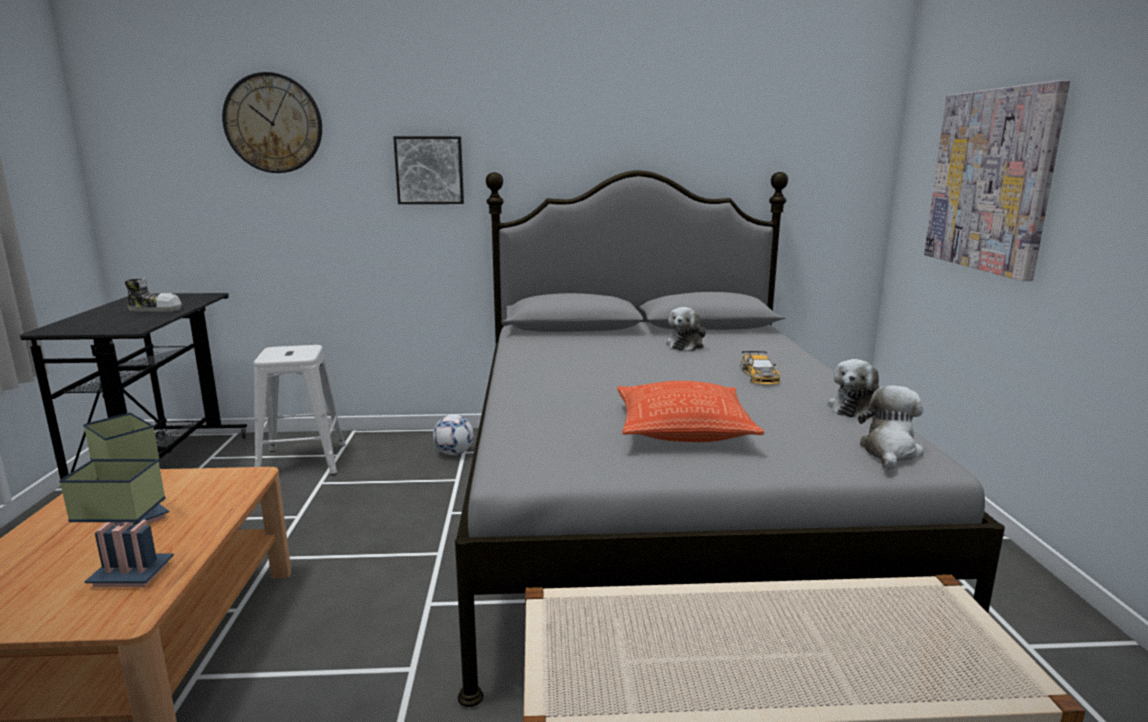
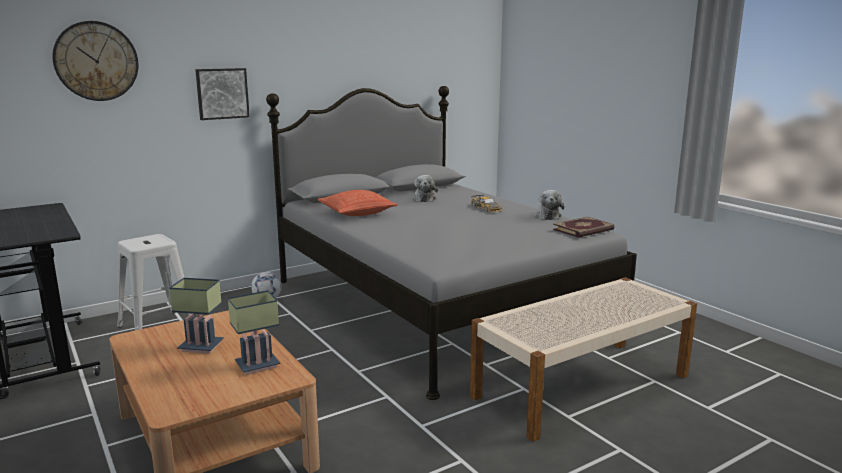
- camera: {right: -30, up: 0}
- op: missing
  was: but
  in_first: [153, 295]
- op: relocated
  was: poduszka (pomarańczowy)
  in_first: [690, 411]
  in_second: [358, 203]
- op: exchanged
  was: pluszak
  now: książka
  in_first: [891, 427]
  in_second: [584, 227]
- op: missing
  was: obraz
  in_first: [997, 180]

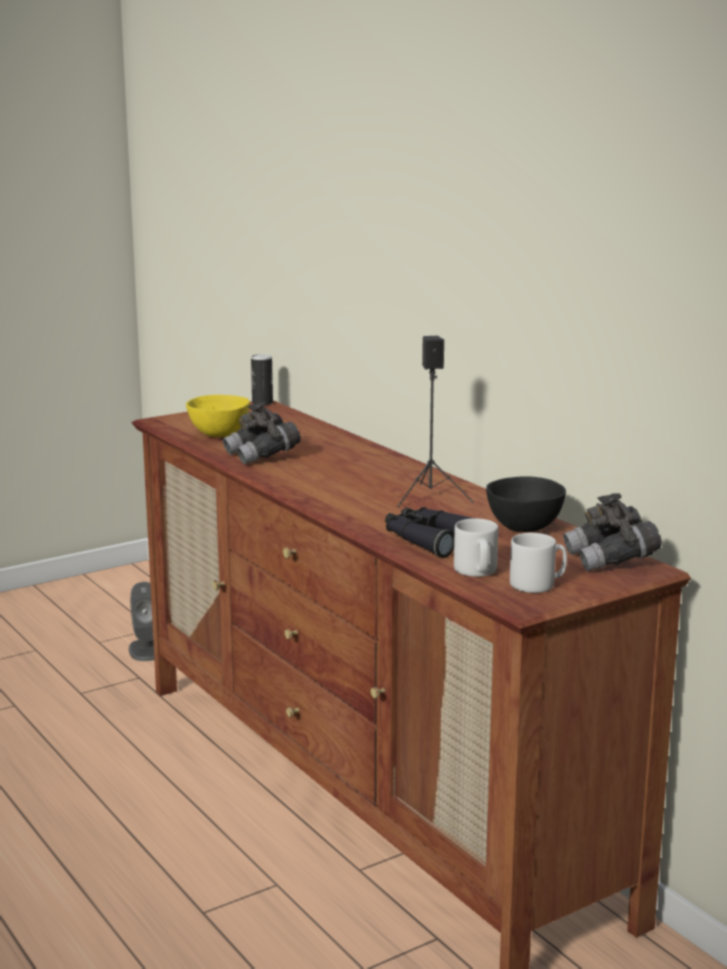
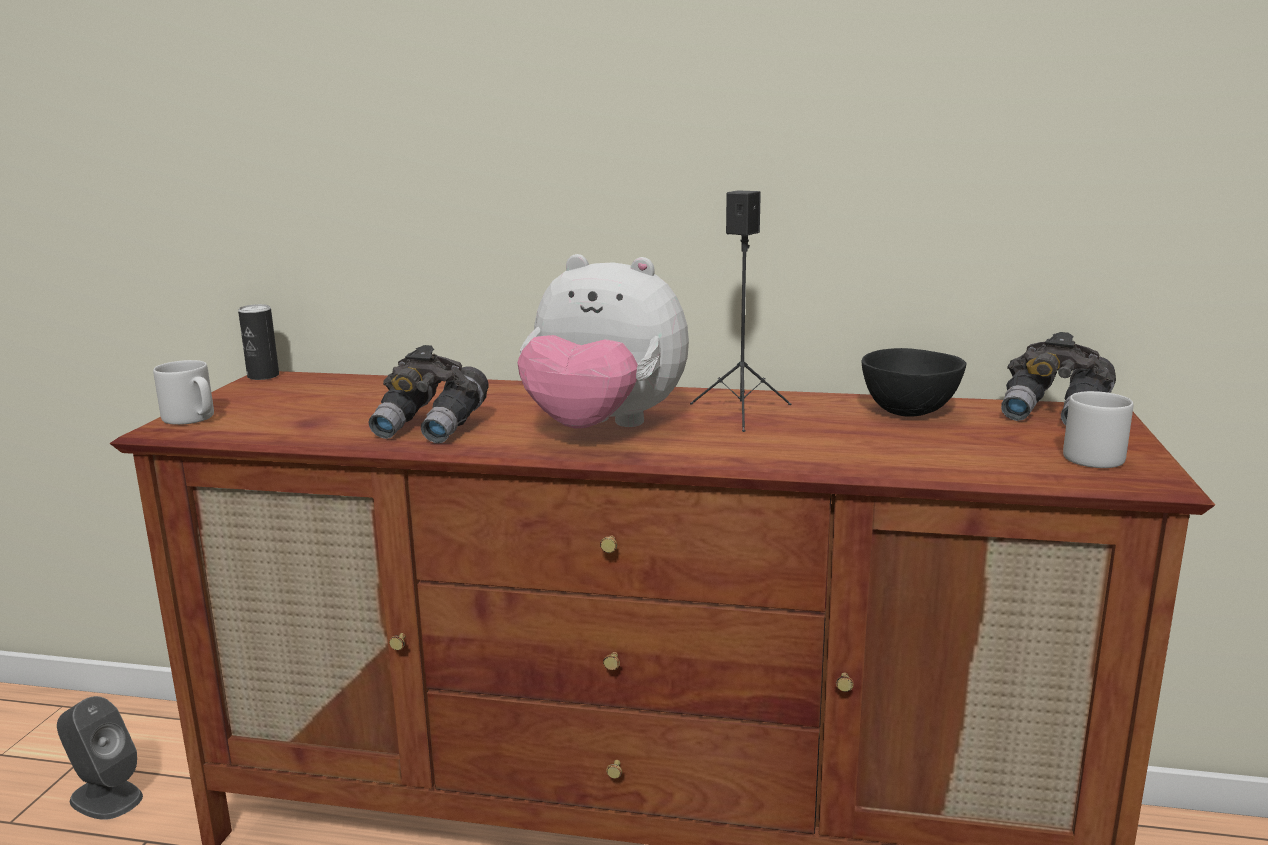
- camera: {right: -45, up: 0}
- op: missing
  was: miska (żółty)
  in_first: [218, 416]
- op: missing
  was: lornetka (czarny)
  in_first: [432, 532]
- op: relocated
  was: kubek (szary)
  in_first: [476, 548]
  in_second: [183, 392]
- op: appeared
  now: pluszak
  in_second: [603, 341]

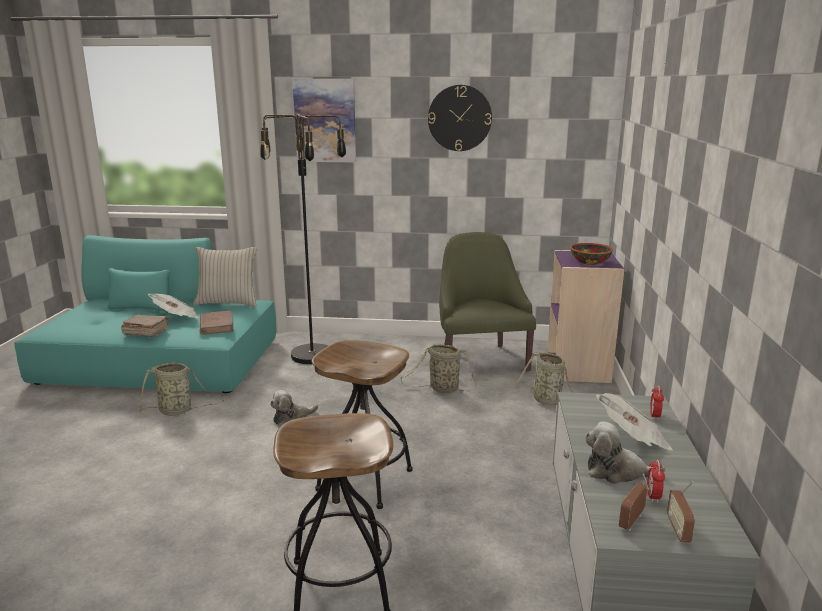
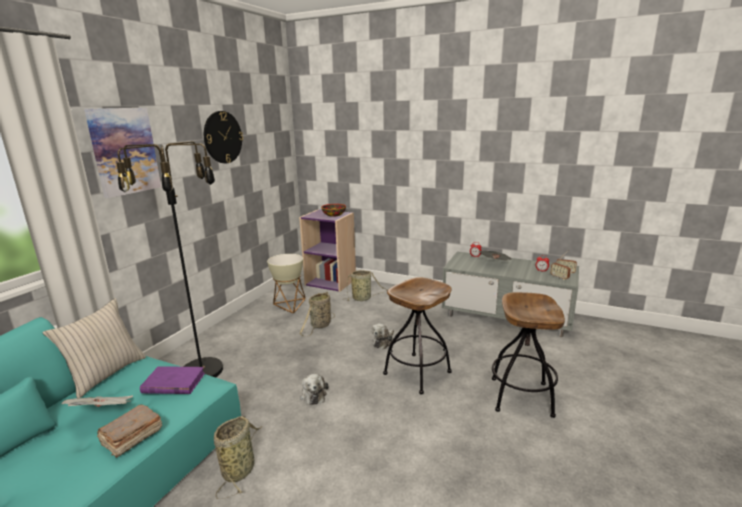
- camera: {right: -70, up: 0}
- op: colour
  was: książka (brązowy)
  now: książka (fioletowy)
  in_first: [217, 323]
  in_second: [172, 380]
- op: exchanged
  was: fotel (zielony)
  now: donica
  in_first: [487, 301]
  in_second: [286, 283]
- op: relocated
  was: pluszak
  in_first: [625, 452]
  in_second: [382, 336]

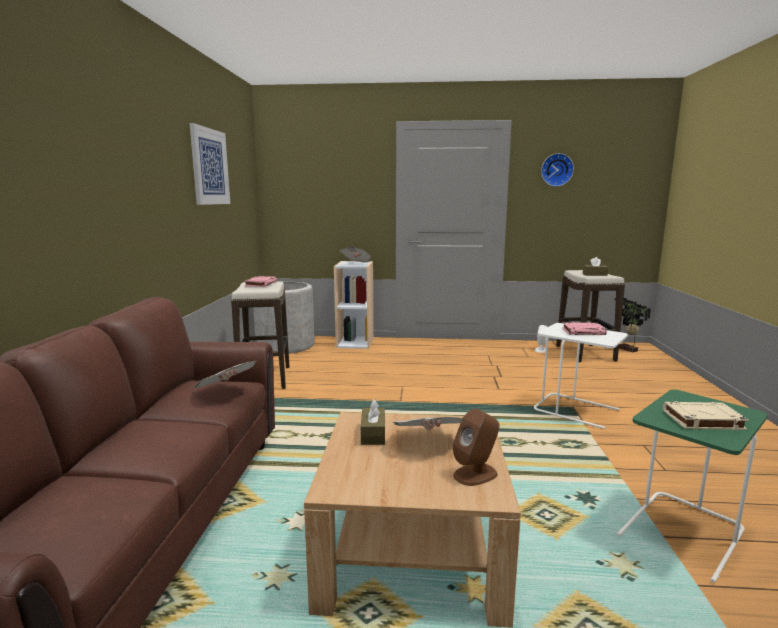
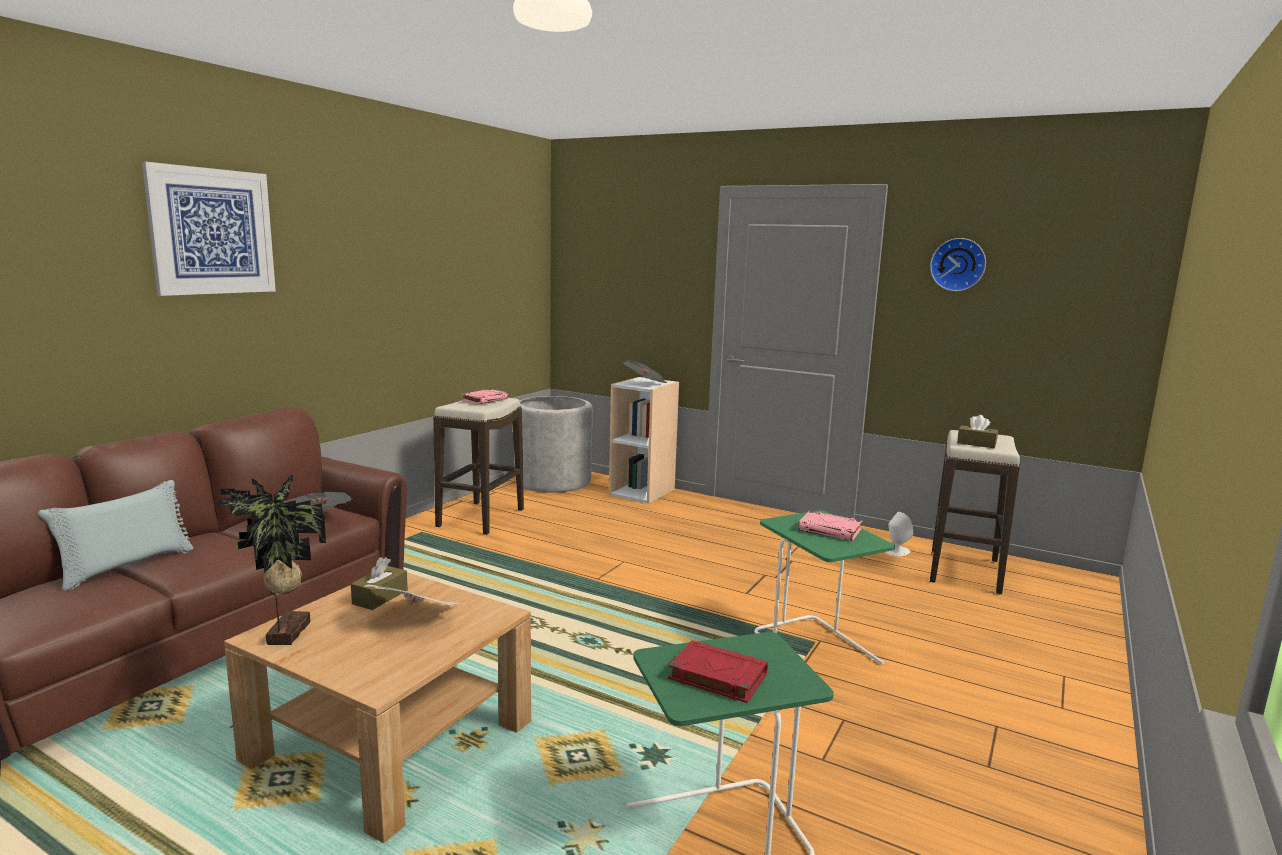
- camera: {right: 25, up: 0}
- op: relocated
  was: obraz
  in_first: [209, 164]
  in_second: [209, 229]
- op: missing
  was: głośnik (brązowy)
  in_first: [476, 447]
- op: colour
  was: stolik (biały)
  now: stolik (zielony)
  in_first: [581, 376]
  in_second: [824, 587]
- op: relocated
  was: roślina doniczkowa
  in_first: [633, 325]
  in_second: [271, 560]
- op: colour
  was: książka (beżowy)
  now: książka (czerwony)
  in_first: [706, 415]
  in_second: [718, 671]
- op: appeared
  now: poduszka (niebieski)
  in_second: [115, 535]

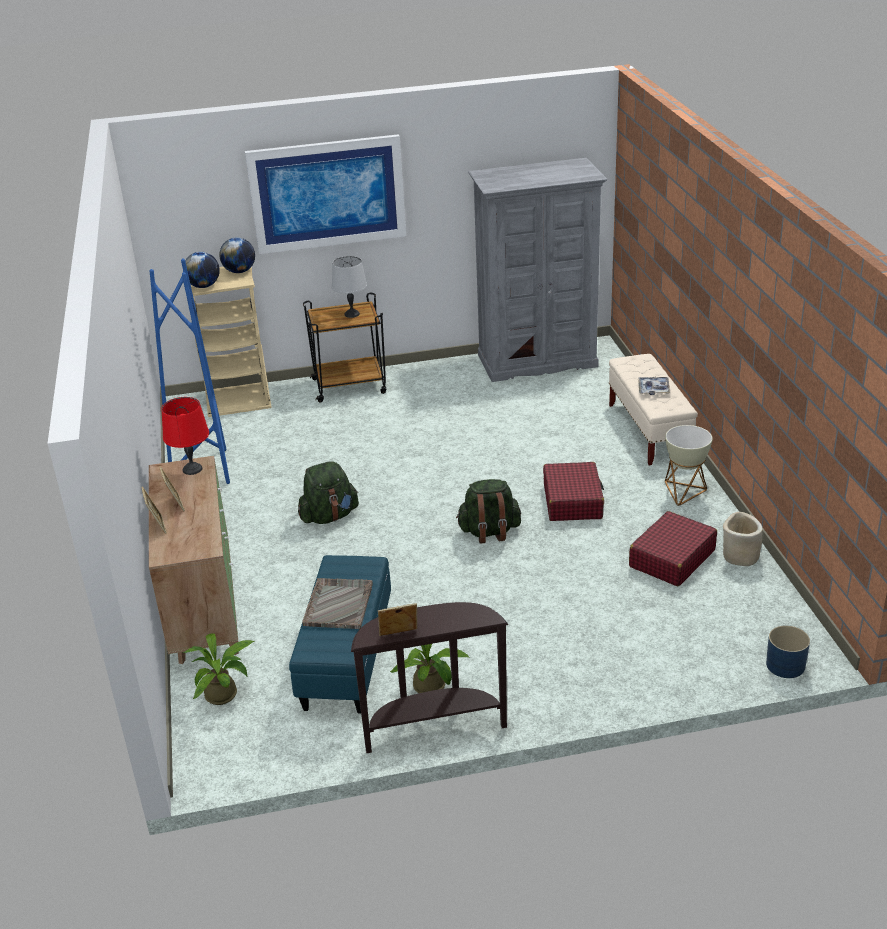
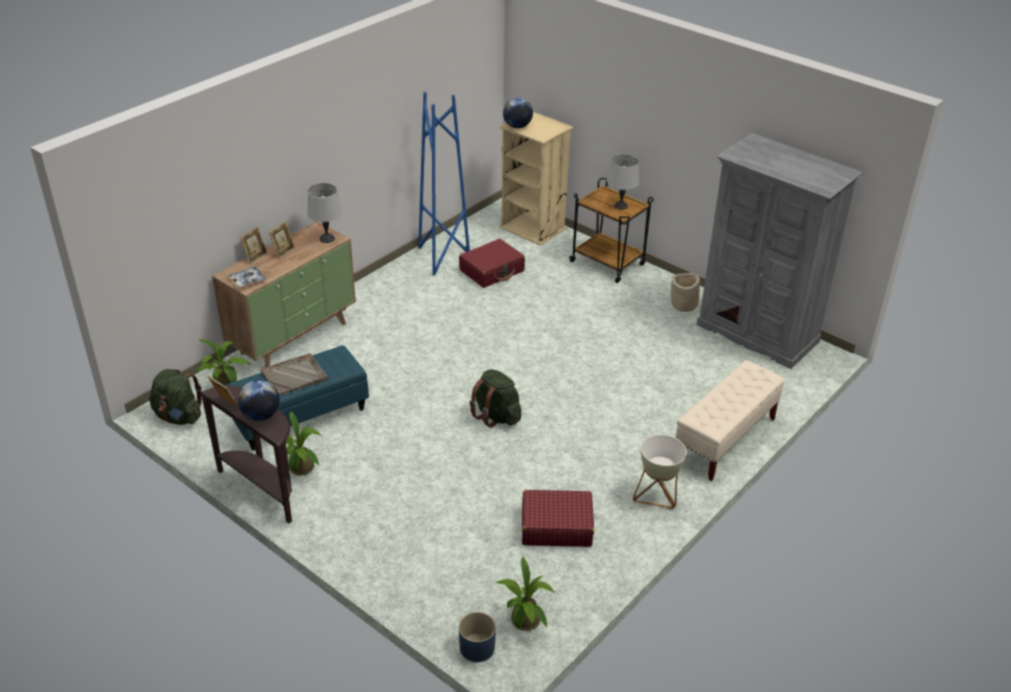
- camera: {right: 50, up: 5}
- op: colour
  was: lampa stołowa (czerwony)
  now: lampa stołowa (szary)
  in_first: [185, 436]
  in_second: [324, 213]
- op: relocated
  was: globus
  in_first: [237, 255]
  in_second: [259, 400]
- op: missing
  was: obraz
  in_first: [325, 194]
- op: relocated
  was: plecak (zielony)
  in_first: [328, 492]
  in_second: [175, 397]
- op: relocated
  was: walizka (czerwony)
  in_first: [573, 491]
  in_second: [492, 263]
- op: relocated
  was: taca
  in_first: [654, 386]
  in_second: [247, 277]
- op: relocated
  was: donica (beżowy)
  in_first: [743, 539]
  in_second: [685, 292]
- op: appeared
  now: roślina doniczkowa
  in_second: [525, 594]

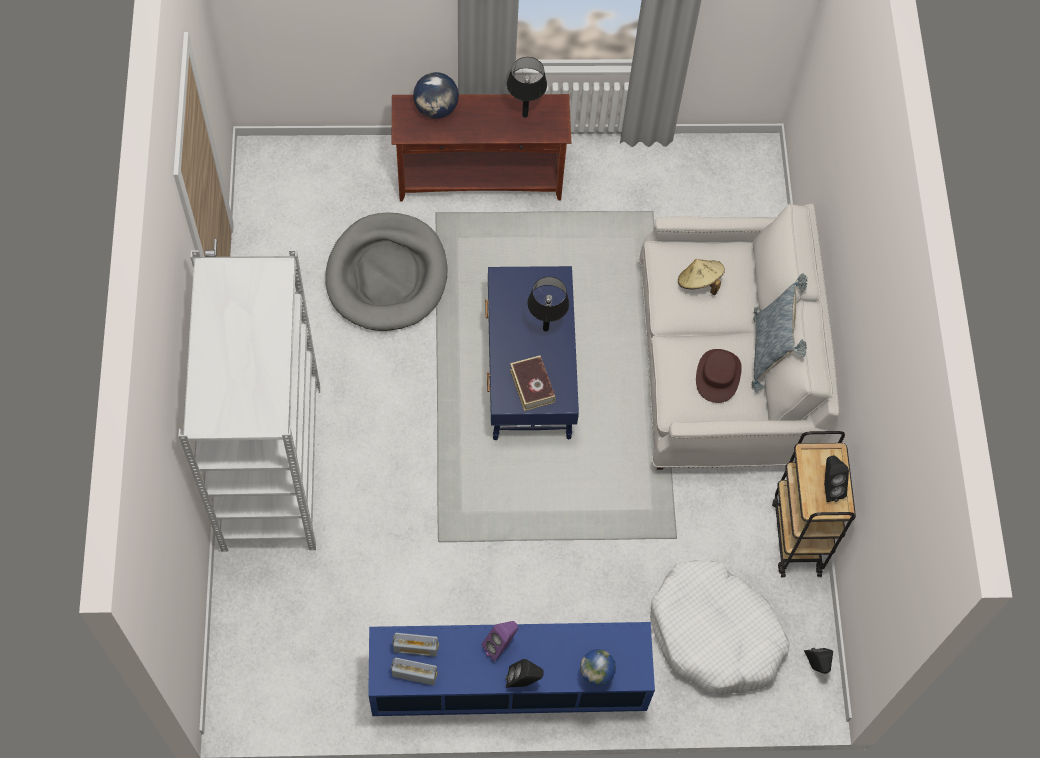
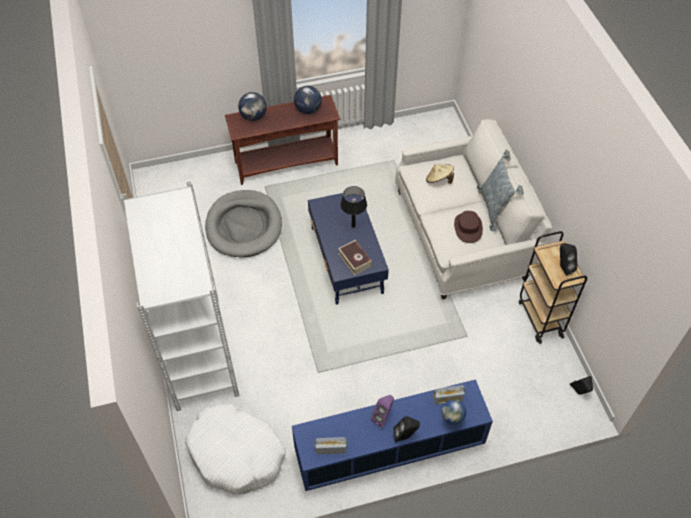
- camera: {right: -10, up: -10}
- op: relocated
  was: radio
  in_first: [416, 645]
  in_second: [449, 395]
- op: exchanged
  was: lampa stołowa (czarny)
  now: globus
  in_first: [527, 87]
  in_second: [308, 100]
- op: relocated
  was: legowisko (biały)
  in_first: [719, 627]
  in_second: [235, 449]

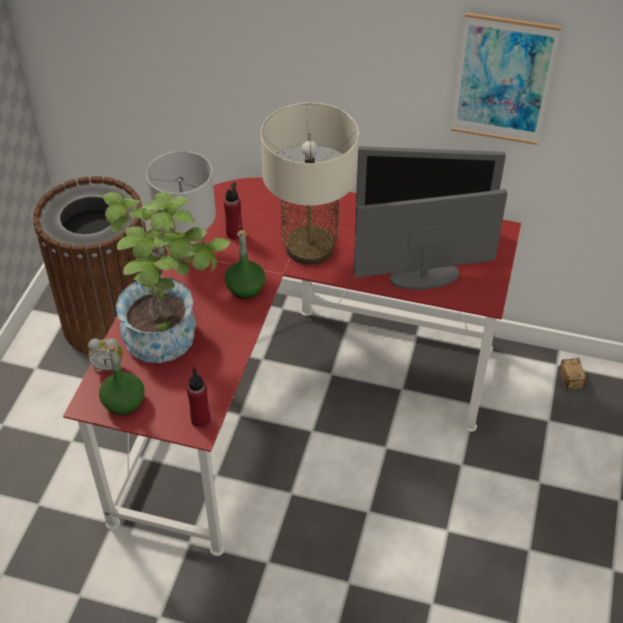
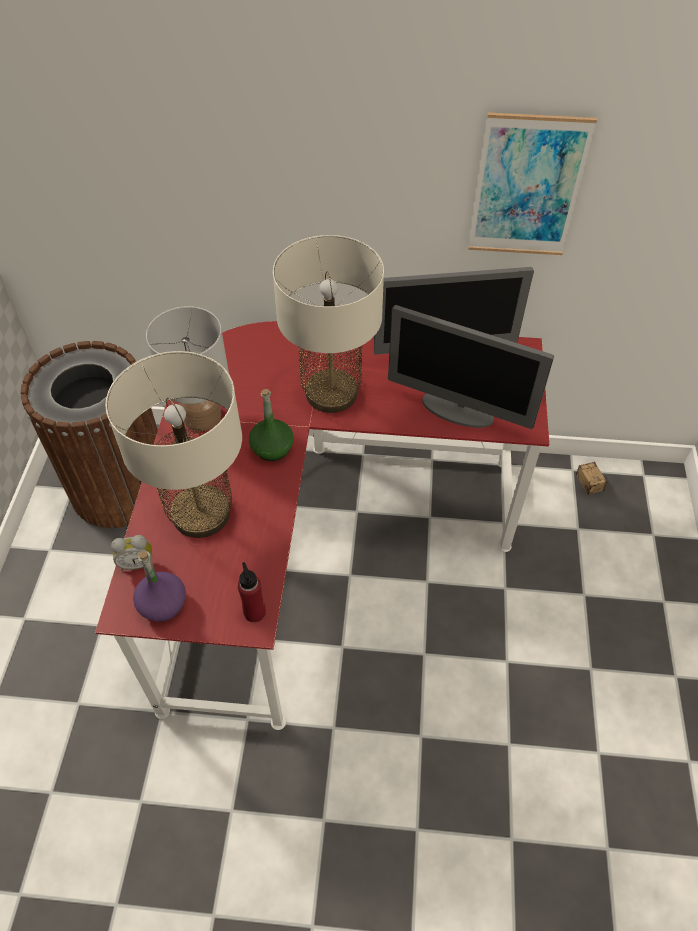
- camera: {right: -10, up: 5}
- op: colour
  was: butelka (zielony)
  now: butelka (fioletowy)
  in_first: [122, 380]
  in_second: [159, 586]
- op: exchanged
  was: roślina doniczkowa
  now: lampa stołowa
  in_first: [166, 277]
  in_second: [173, 444]
- op: missing
  was: butelka (czerwony)
  in_first: [233, 210]
- op: spun
  was: monitor
  in_first: [430, 239]
  in_second: [471, 367]
  clockwise: -135

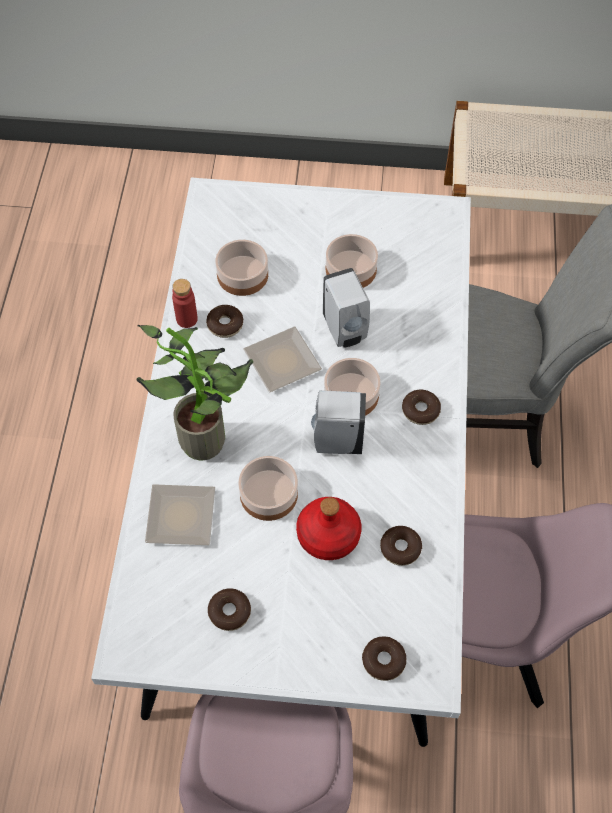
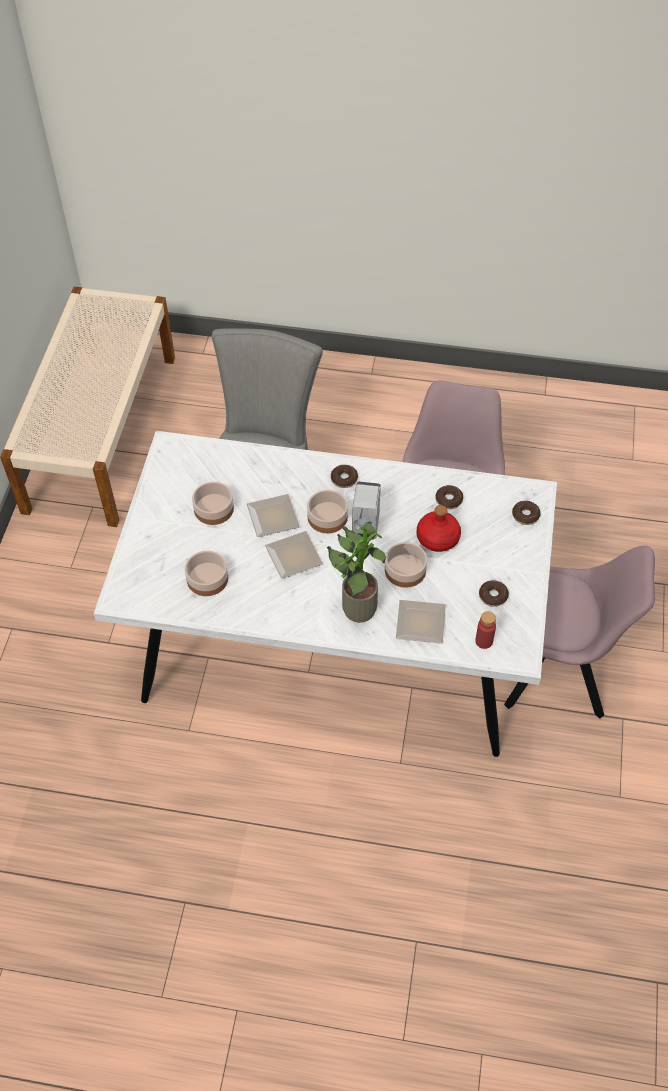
- camera: {right: -85, up: -5}
- op: relocated
  was: butelka (czerwony)
  in_first: [185, 303]
  in_second: [485, 630]
- op: missing
  was: donut
  in_first: [224, 321]
- op: exchanged
  was: dozownik mydła (biały)
  now: talerz
  in_first: [346, 308]
  in_second: [273, 515]

